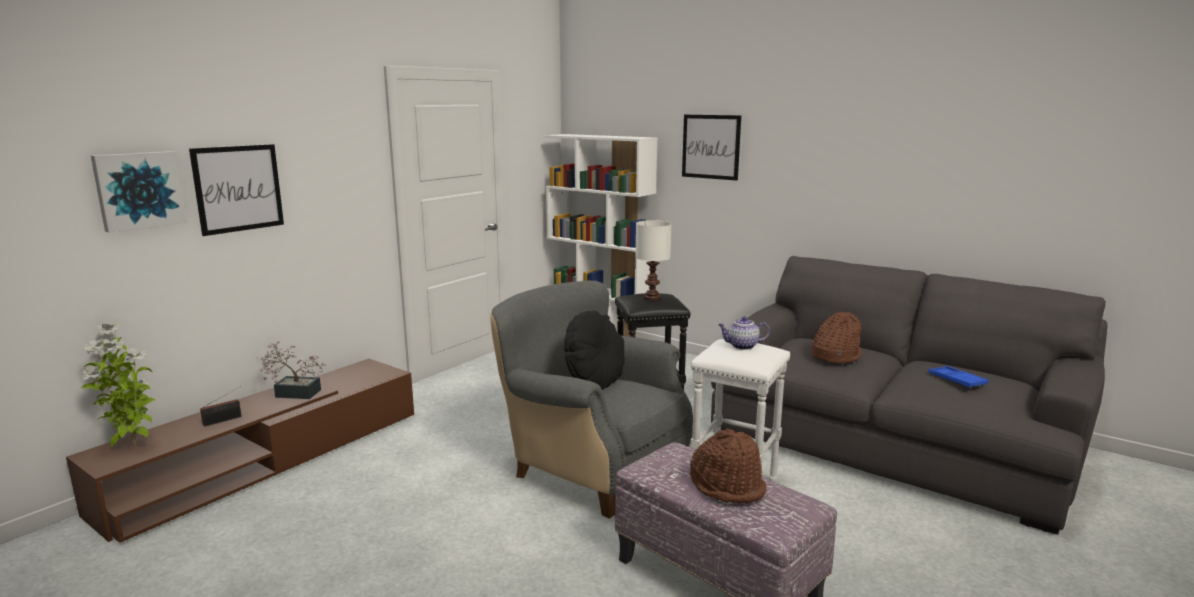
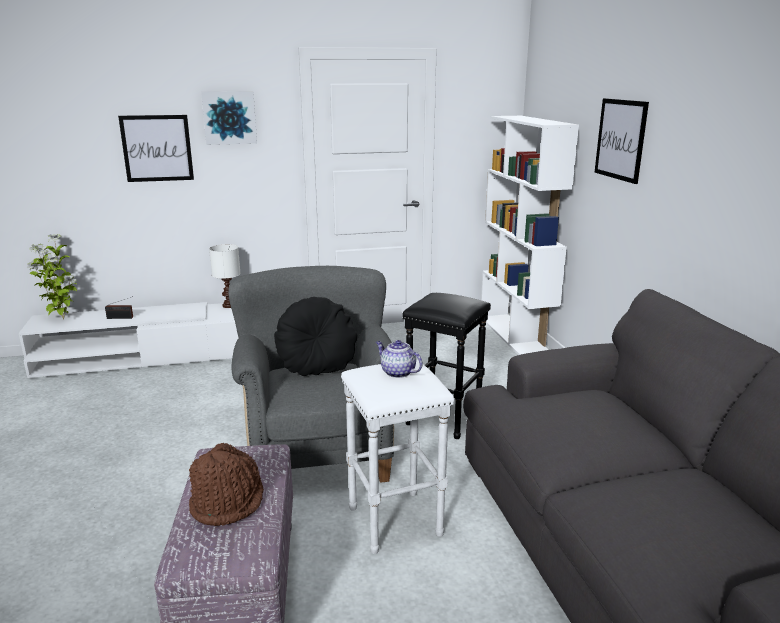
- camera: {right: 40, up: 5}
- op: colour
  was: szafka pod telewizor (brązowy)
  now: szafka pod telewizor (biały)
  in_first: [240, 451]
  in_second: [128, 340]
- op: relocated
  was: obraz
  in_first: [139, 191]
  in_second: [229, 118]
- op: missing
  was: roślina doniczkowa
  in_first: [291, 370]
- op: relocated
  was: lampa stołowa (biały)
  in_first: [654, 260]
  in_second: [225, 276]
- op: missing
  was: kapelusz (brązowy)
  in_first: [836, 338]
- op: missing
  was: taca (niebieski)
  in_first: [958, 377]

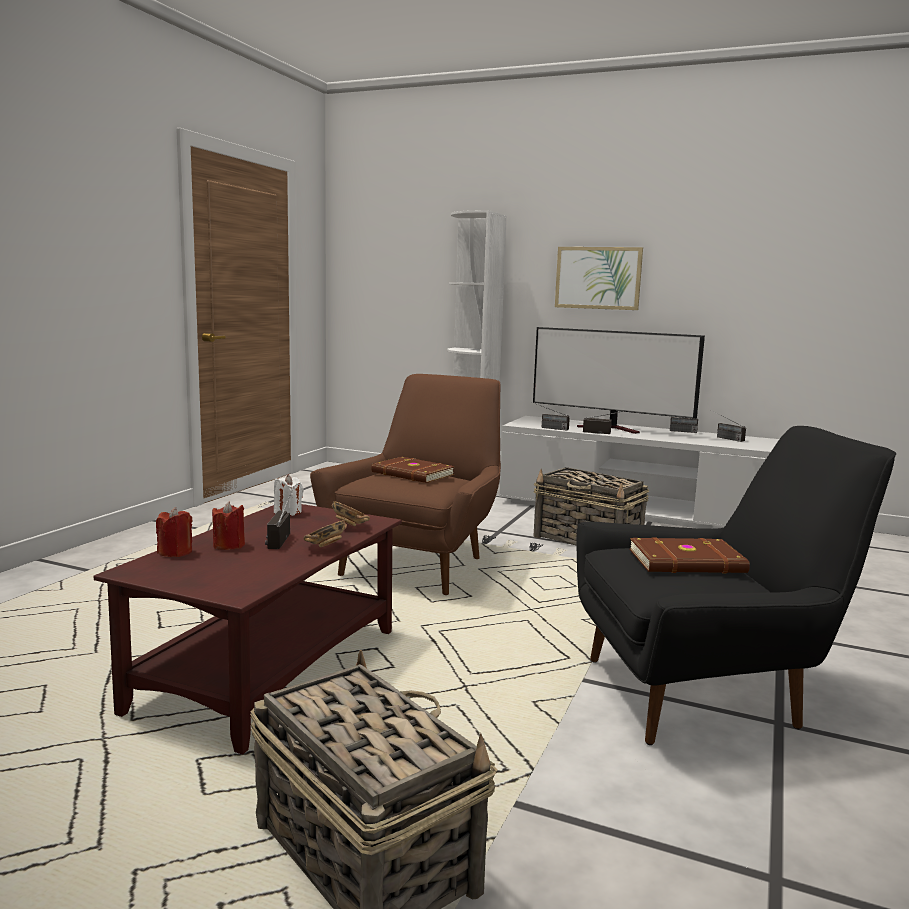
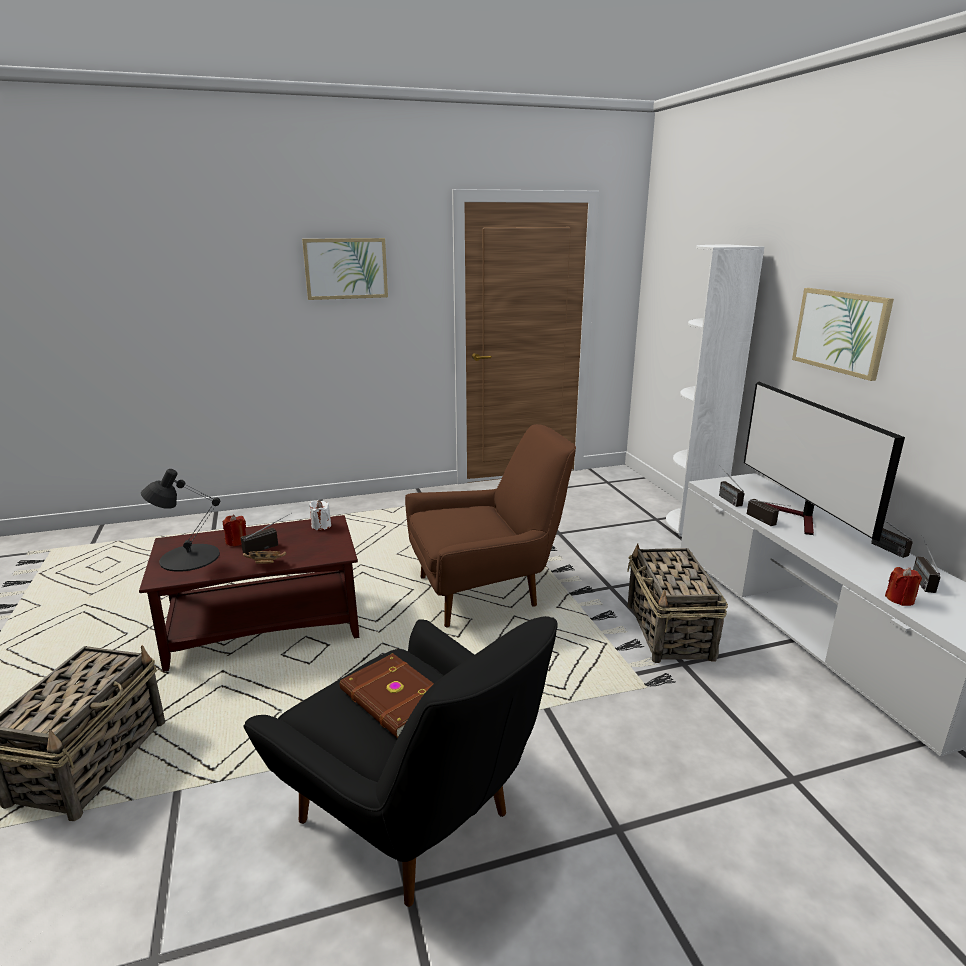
- camera: {right: 50, up: 10}
- op: relocated
  was: świeca (czerwony)
  in_first: [174, 532]
  in_second: [903, 586]
- op: missing
  was: miska
  in_first: [351, 513]
- op: missing
  was: książka (brązowy)
  in_first: [413, 470]
- op: appeared
  now: lampa stołowa (czarny)
  in_second: [180, 520]
- op: appeared
  now: obraz
  in_second: [345, 269]

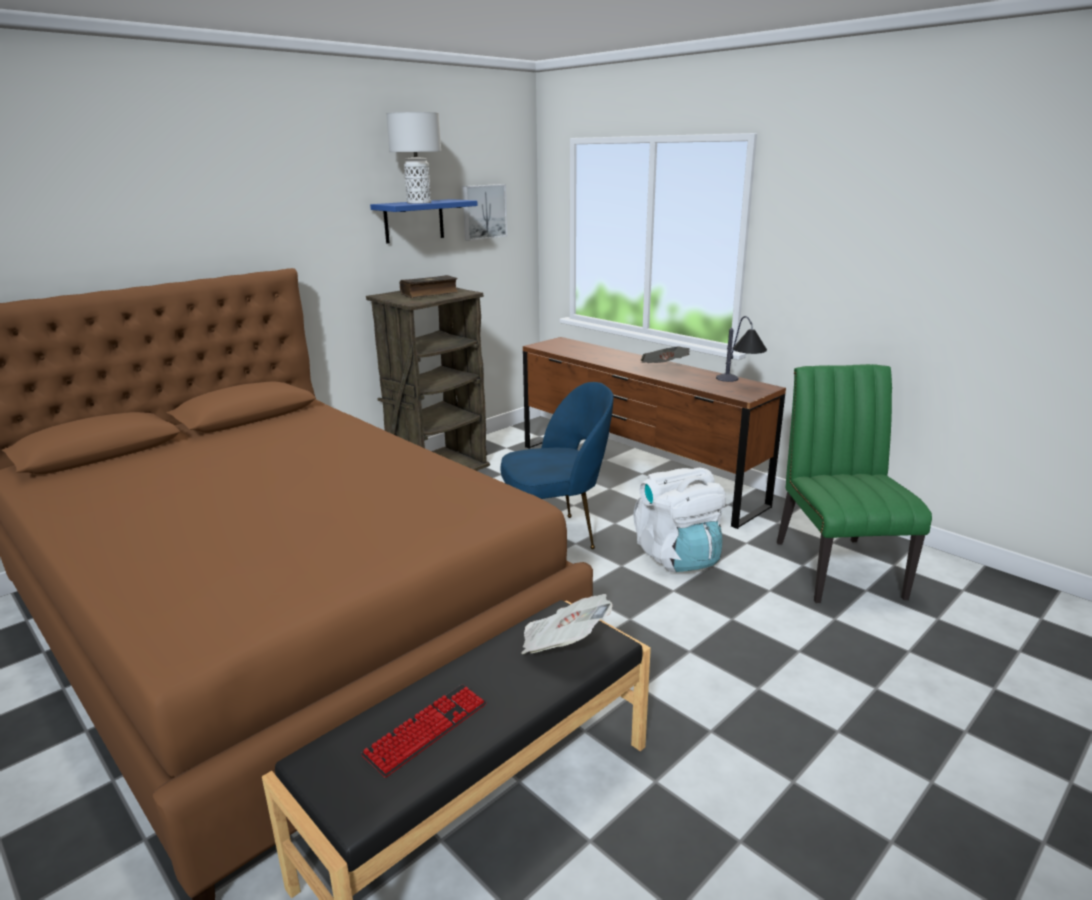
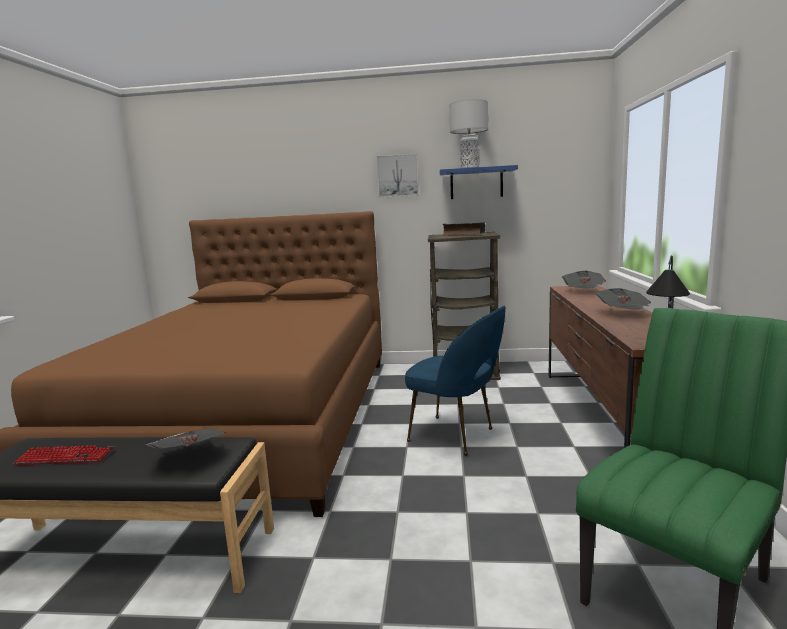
- camera: {right: 50, up: -10}
- op: relocated
  was: obraz
  in_first: [484, 212]
  in_second: [398, 175]
- op: missing
  was: plecak (biały)
  in_first: [679, 519]
- op: appeared
  now: gazeta
  in_second: [584, 280]

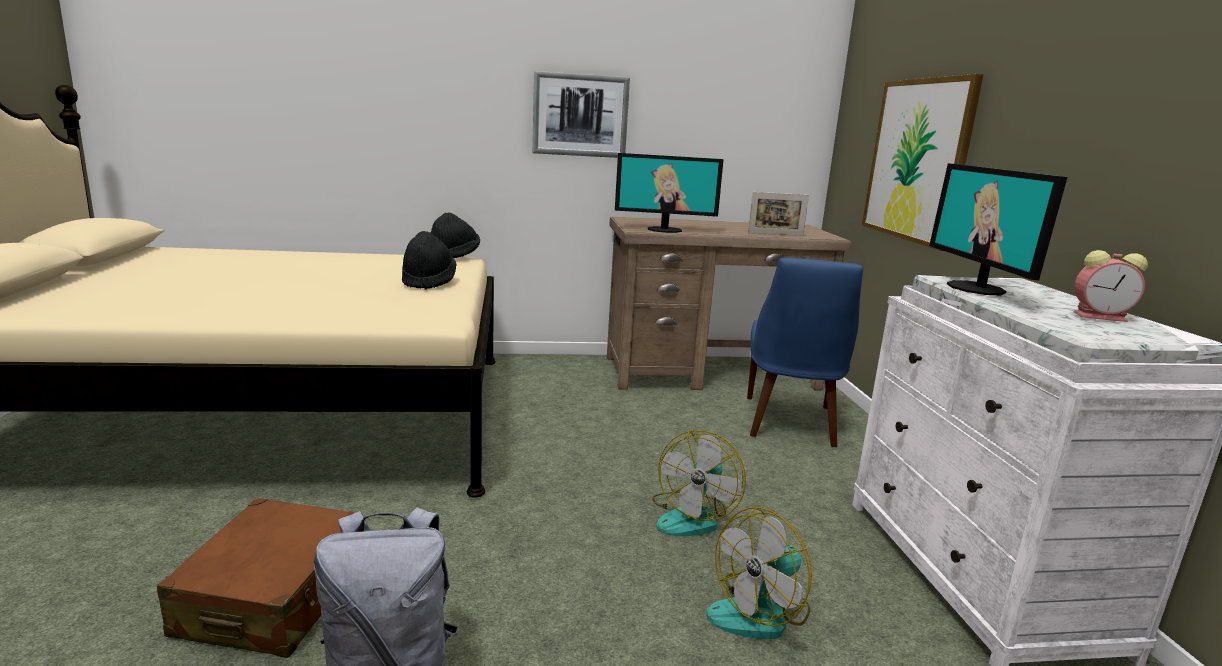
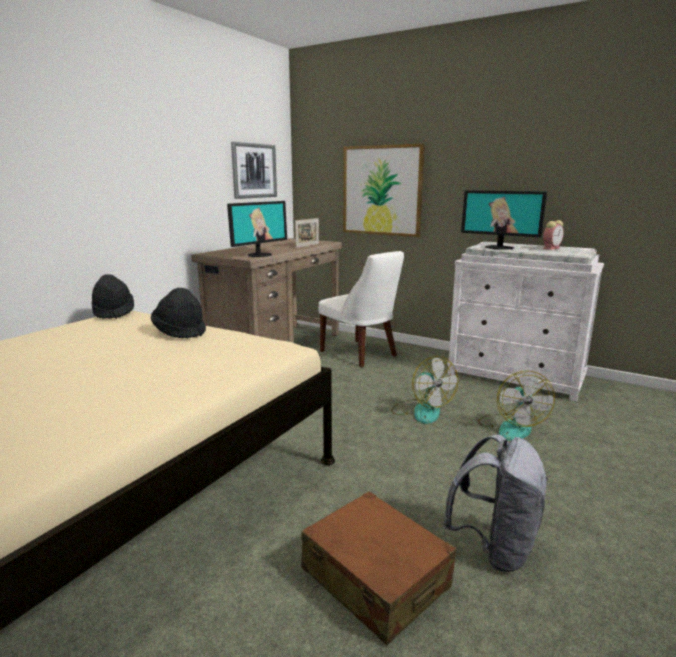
- camera: {right: -50, up: 0}
- op: relocated
  was: obraz
  in_first: [581, 114]
  in_second: [254, 170]
- op: colour
  was: krzesło (niebieski)
  now: krzesło (biały)
  in_first: [805, 352]
  in_second: [361, 309]

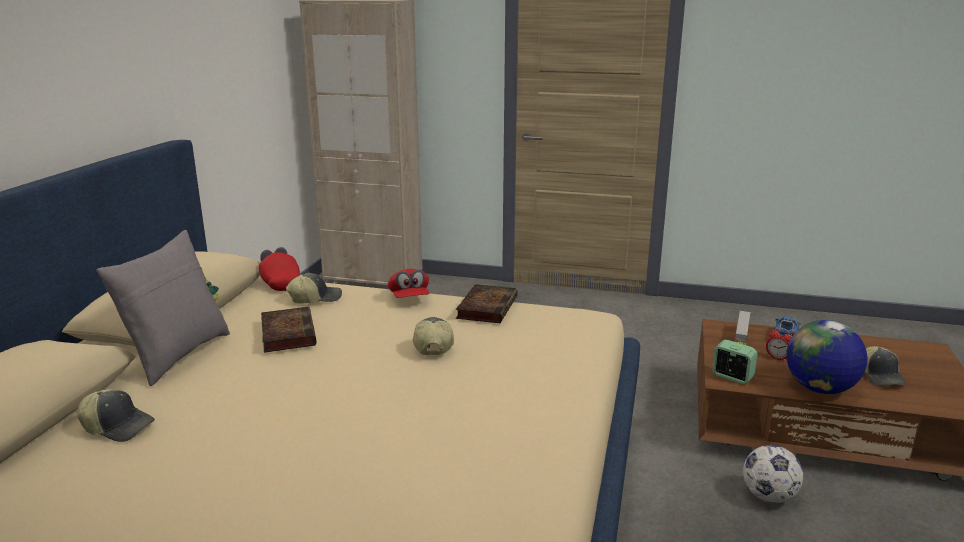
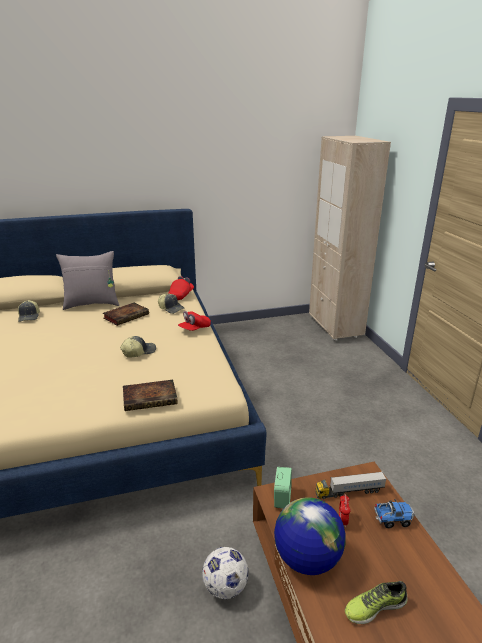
- camera: {right: 60, up: 5}
- op: relocated
  was: książka
  in_first: [487, 303]
  in_second: [150, 395]
- op: exchanged
  was: czapka z daszkiem
  now: but
  in_first: [885, 366]
  in_second: [376, 602]

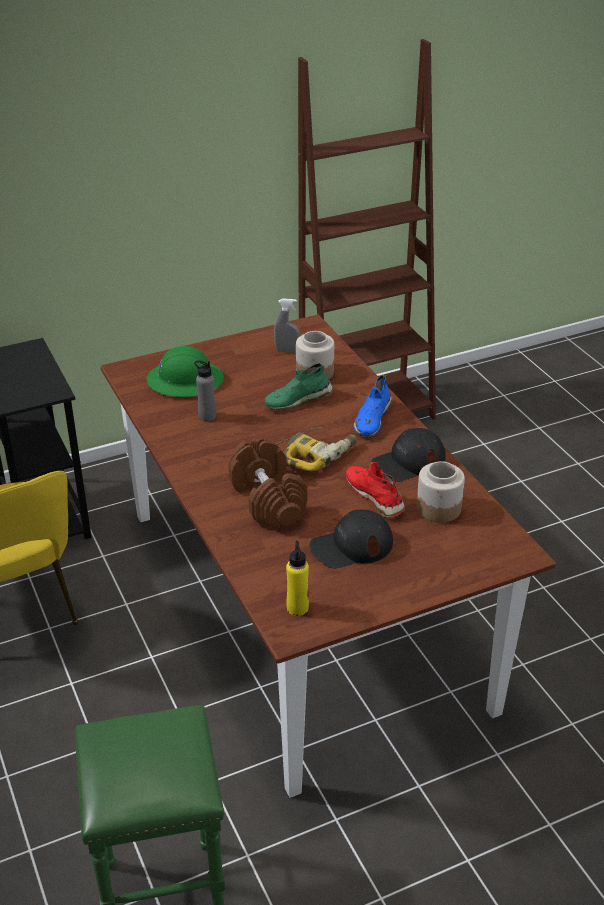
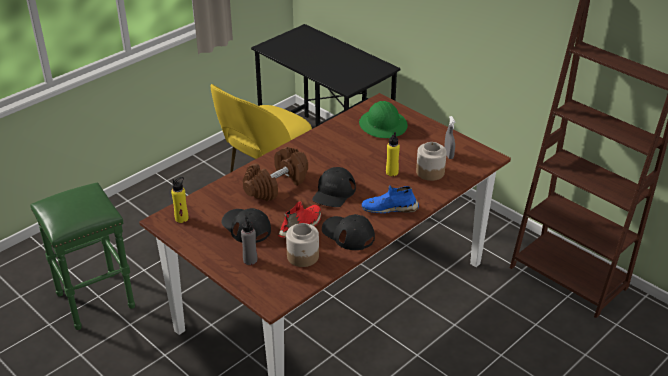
- camera: {right: 70, up: 0}
- op: relocated
  was: butelka (szary)
  in_first: [205, 391]
  in_second: [249, 240]
- op: exchanged
  was: but (zielony)
  now: butelka (żółty)
  in_first: [299, 386]
  in_second: [393, 154]
- op: exchanged
  was: wiertarka
  now: czapka z daszkiem (czarny)
  in_first: [316, 449]
  in_second: [334, 187]

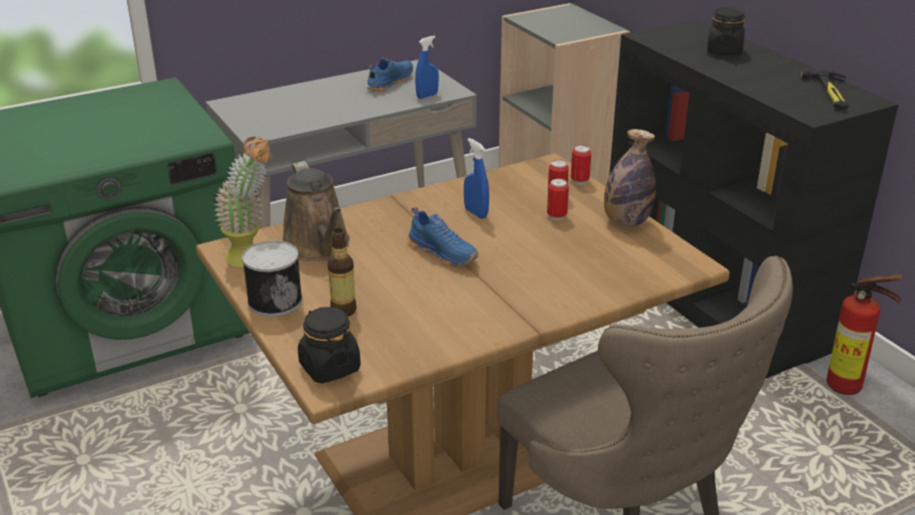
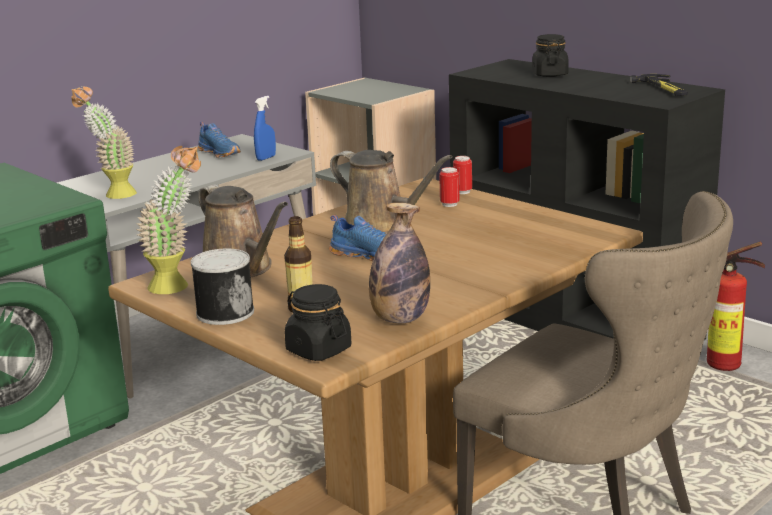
- camera: {right: -15, up: -10}
- op: spun
  was: but (niebieski)
  in_first: [390, 74]
  in_second: [219, 140]
  clockwise: 120
- op: exchanged
  was: spryskiwacz (niebieski)
  now: konewka (brązowy)
  in_first: [476, 178]
  in_second: [391, 192]
- op: missing
  was: puszka
  in_first: [558, 199]
- op: relocated
  was: butelka
  in_first: [630, 178]
  in_second: [399, 263]
- op: appeared
  now: roślina doniczkowa
  in_second: [104, 142]

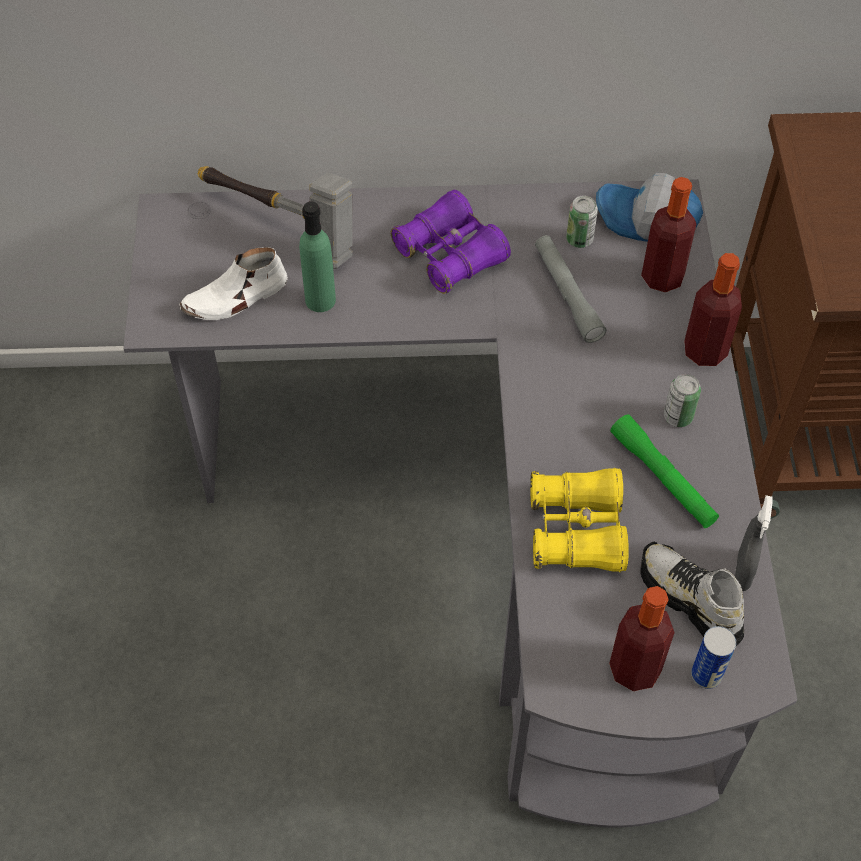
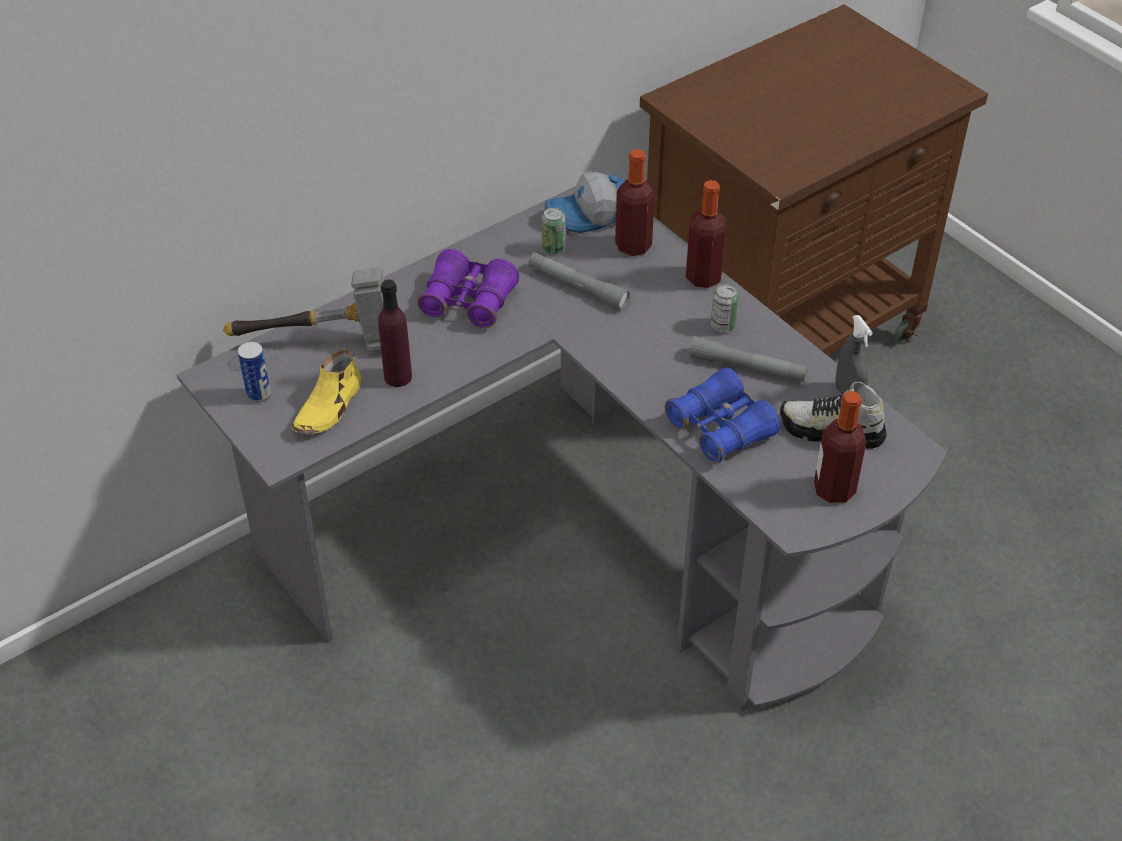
- camera: {right: -35, up: -10}
- op: colour
  was: but (biały)
  now: but (żółty)
  in_first: [233, 283]
  in_second: [327, 392]
- op: colour
  was: butelka (zielony)
  now: butelka (fioletowy)
  in_first: [317, 256]
  in_second: [395, 333]
- op: colour
  was: lornetka (żółty)
  now: lornetka (niebieski)
  in_first: [579, 520]
  in_second: [723, 415]
- op: colour
  was: latarka (zielony)
  now: latarka (szary)
  in_first: [665, 471]
  in_second: [748, 359]
- op: relocated
  was: puszka
  in_first: [713, 657]
  in_second: [254, 372]

